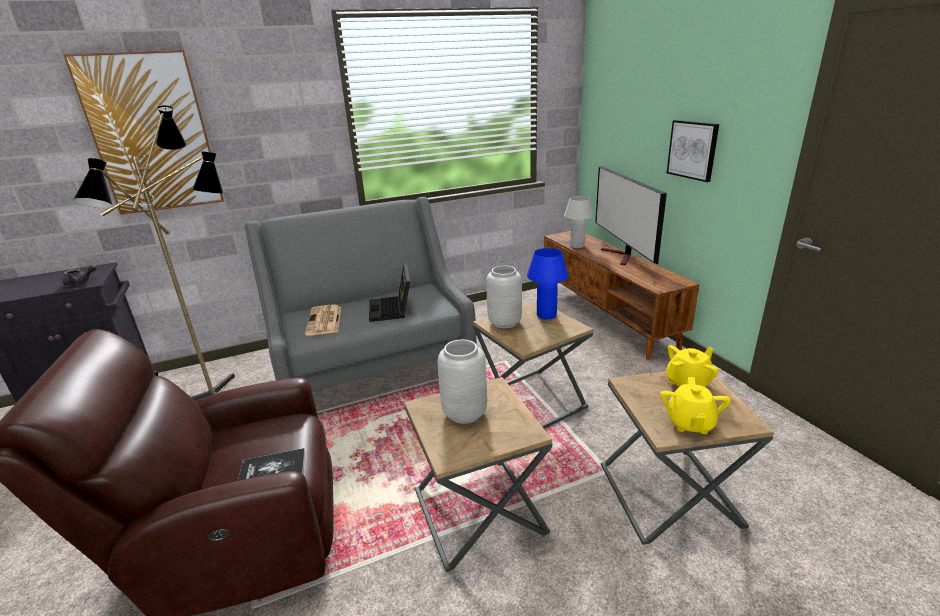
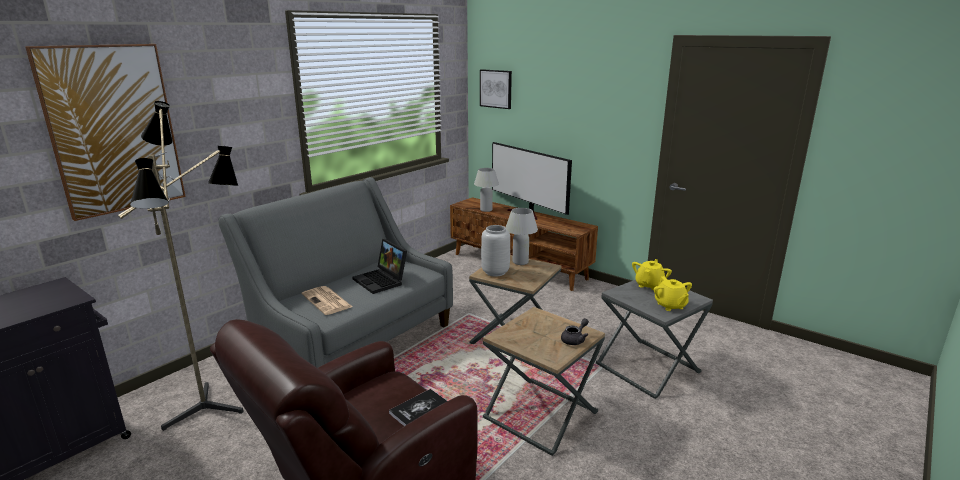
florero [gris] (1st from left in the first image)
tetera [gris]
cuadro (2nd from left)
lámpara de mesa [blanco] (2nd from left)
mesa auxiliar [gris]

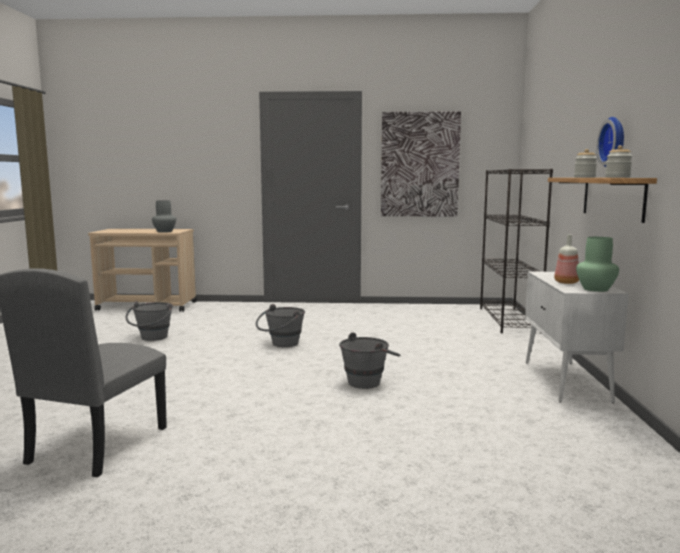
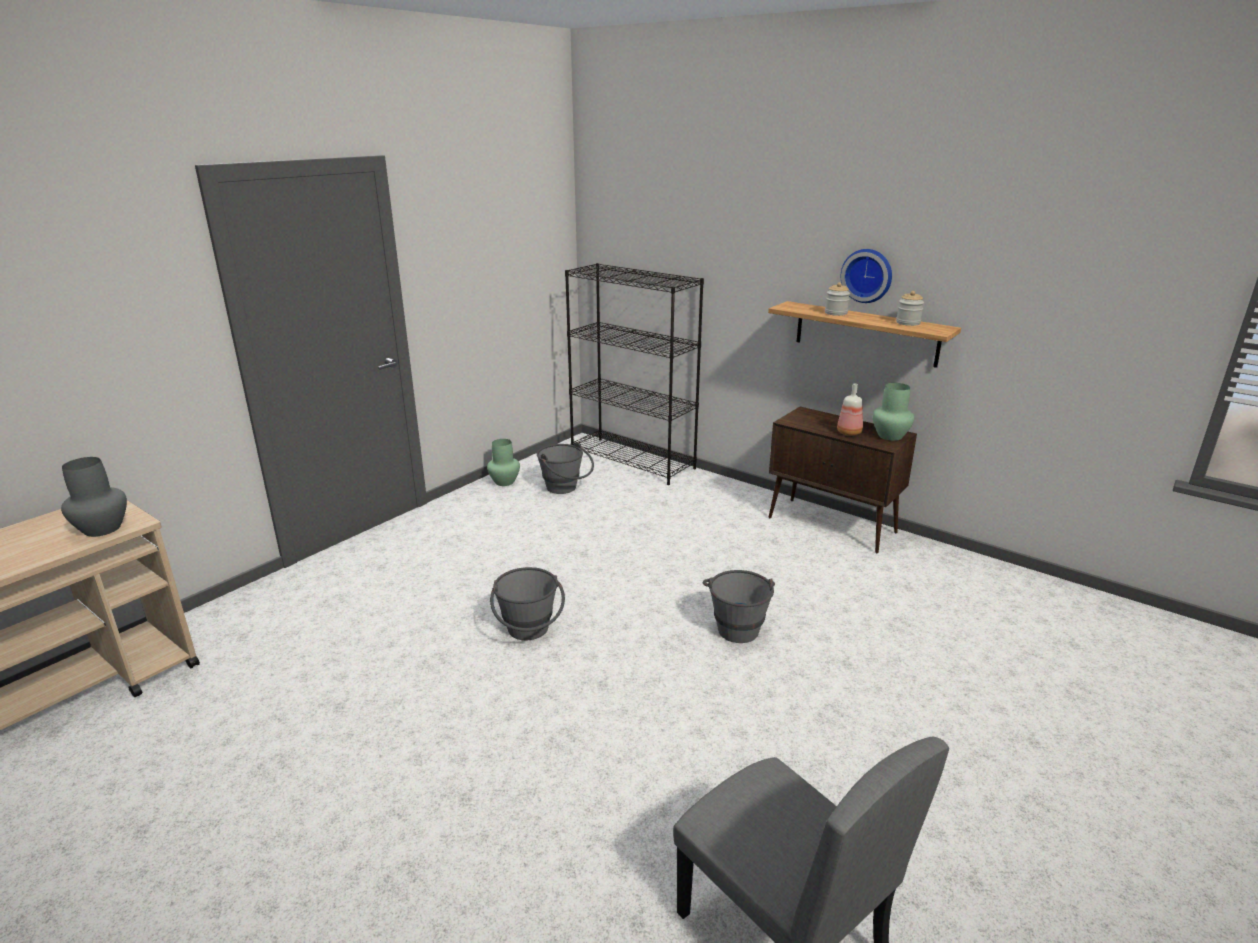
cuadro
florero [verde] (1st from left)
cubo [gris] (2nd from left)
armario [marrón]

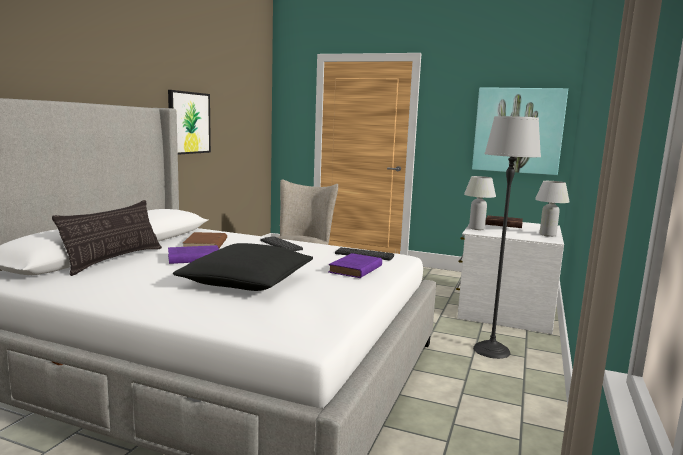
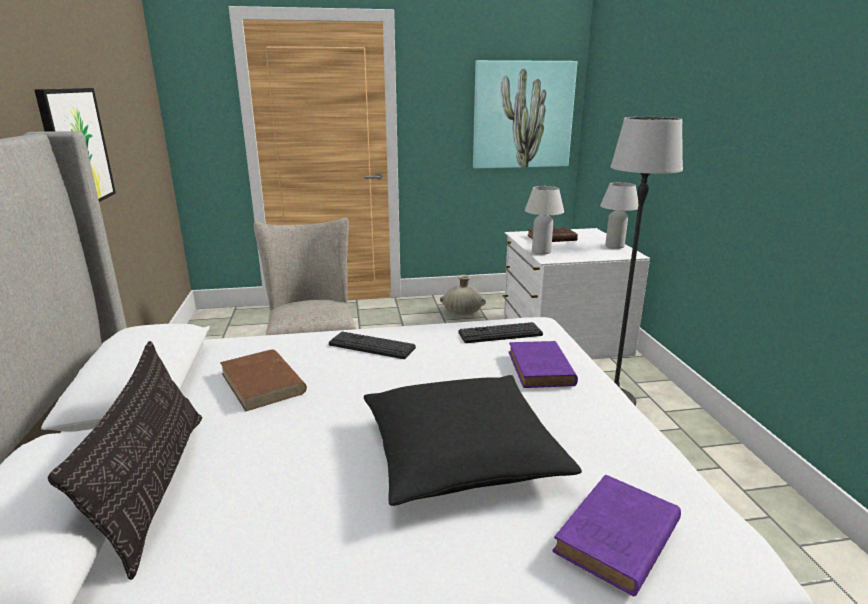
florero [beis]
libro [morado] (2nd from left)

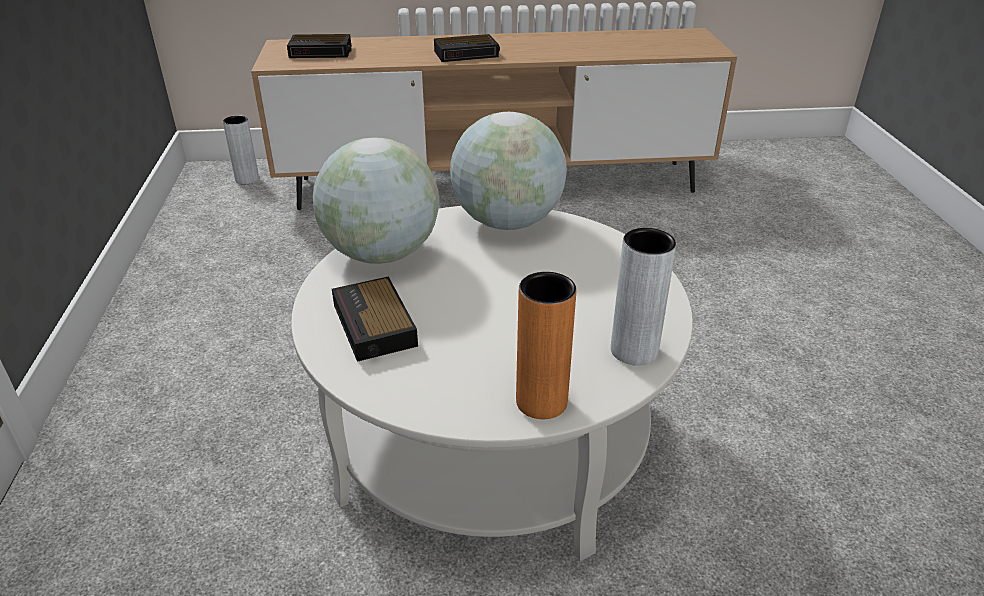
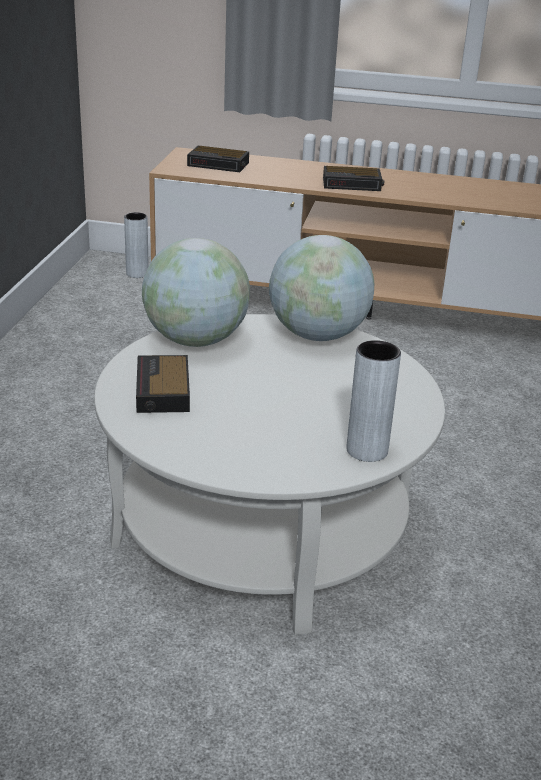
florero [naranja]

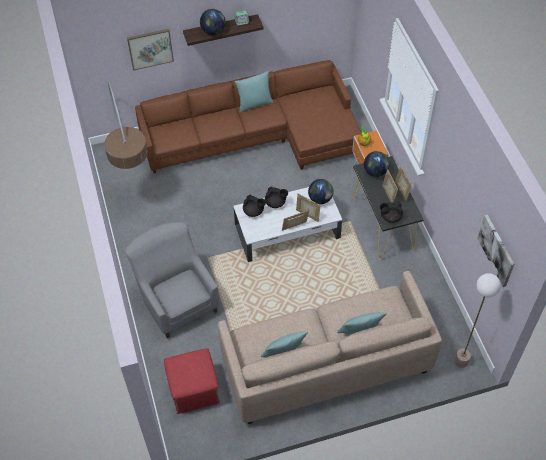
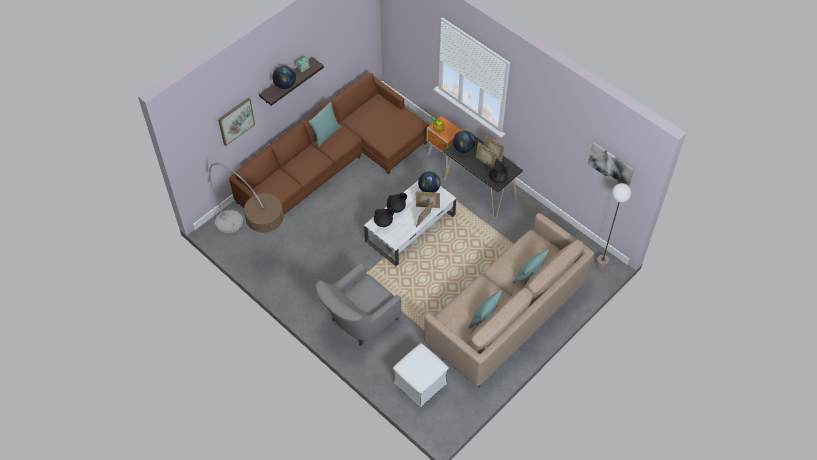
puf [blanco]
sillón [gris]

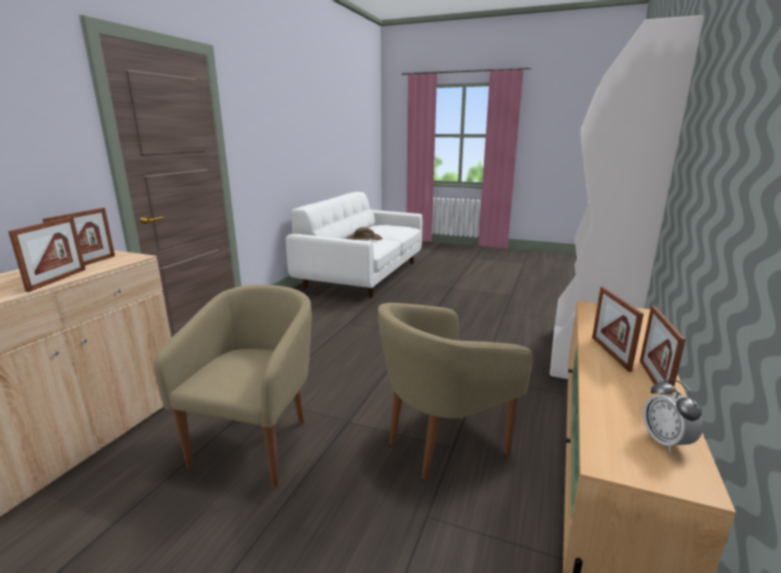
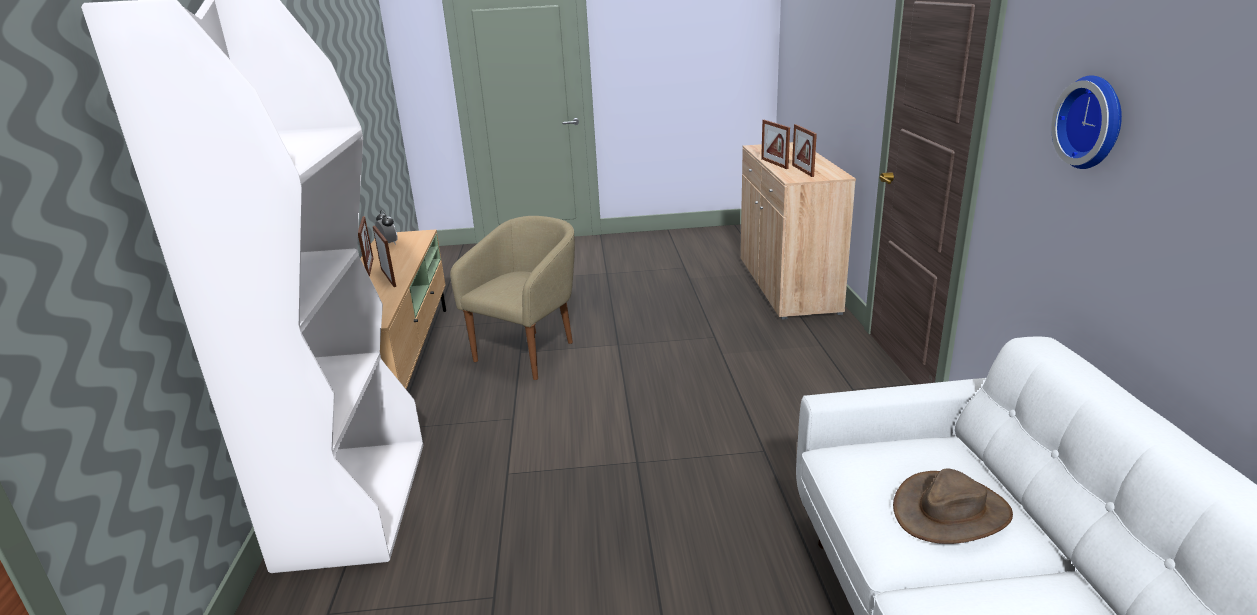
sillón [beis] (1st from left in the first image)
reloj de pared

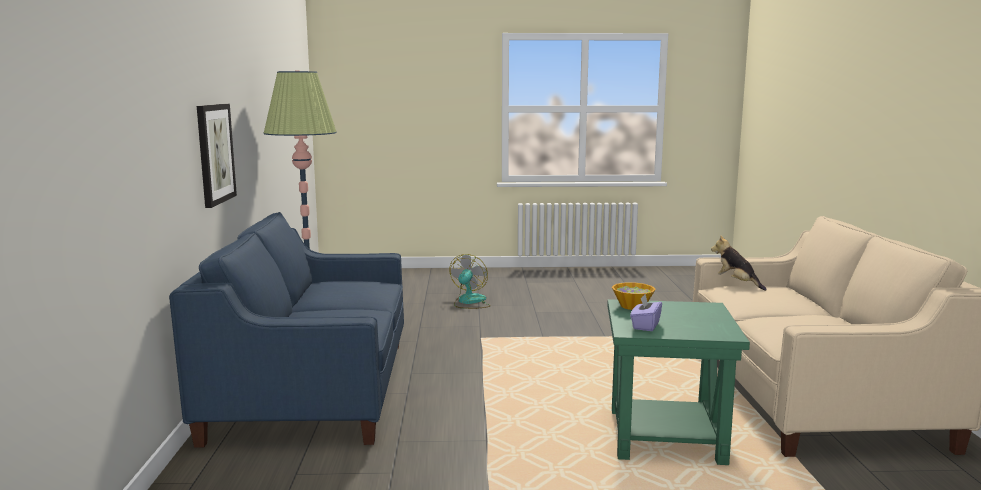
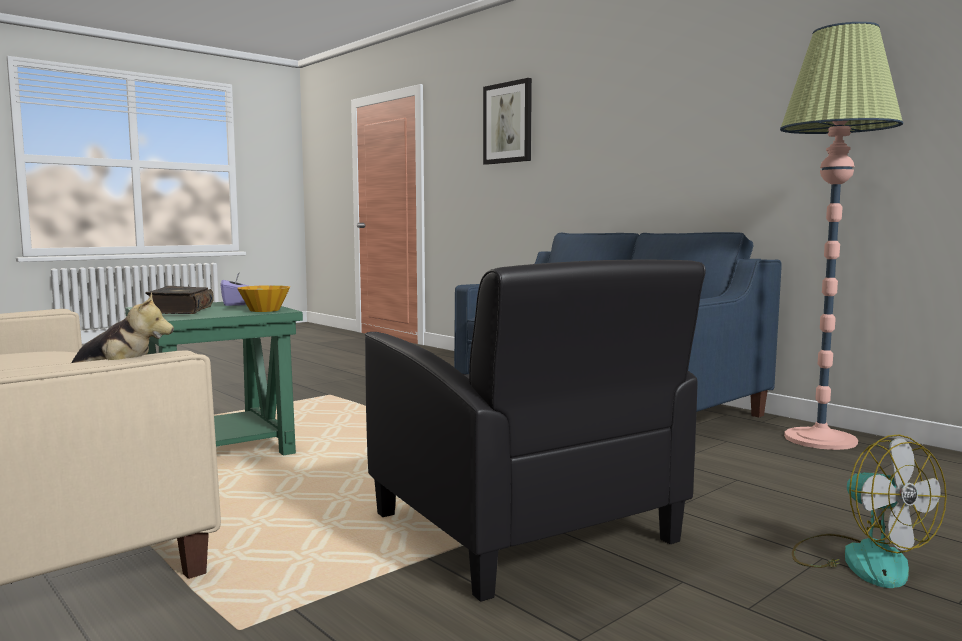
libro
sillón [negro]
cuadro

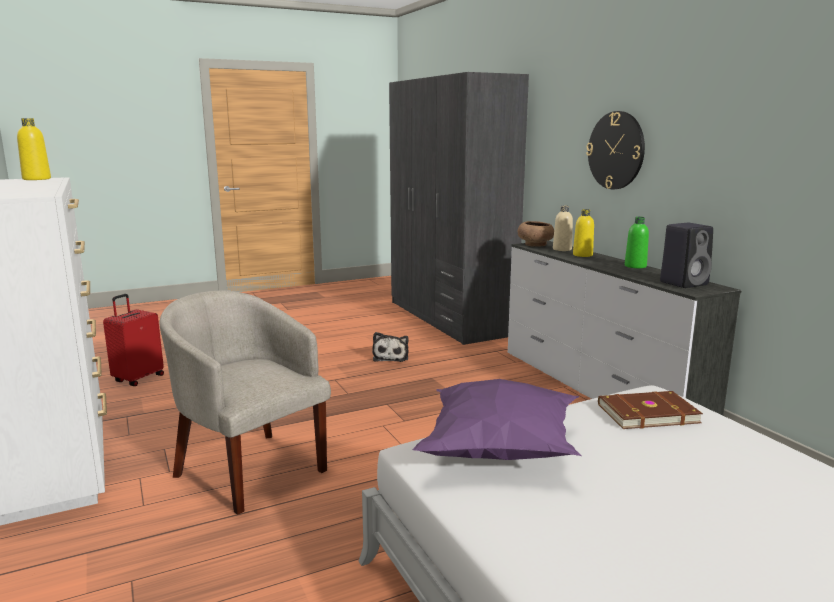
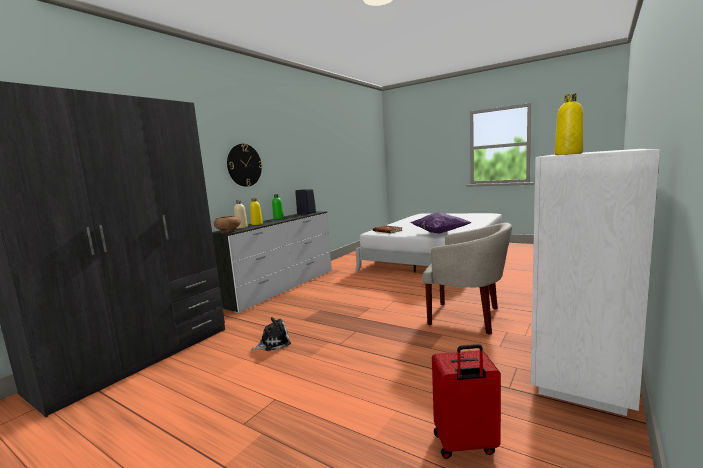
sillón [beis]

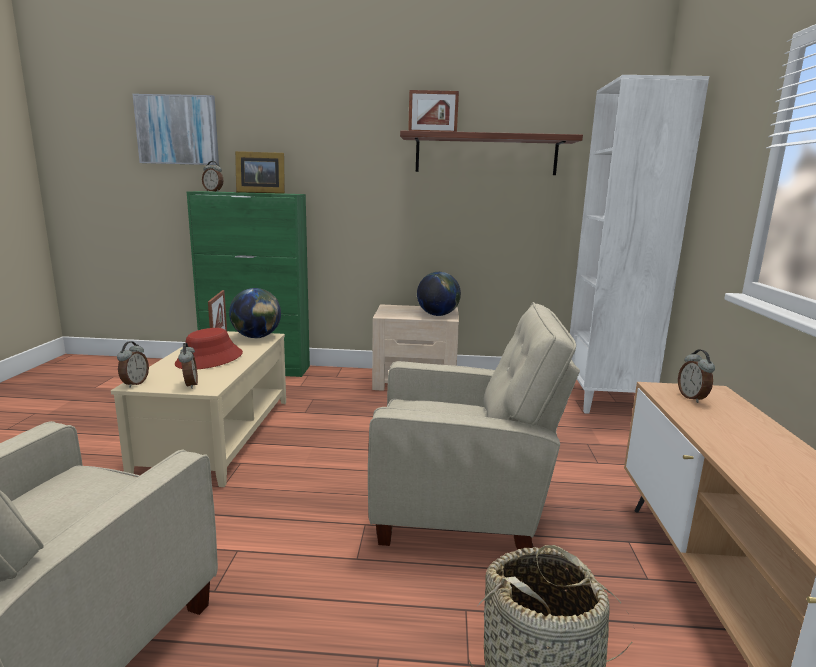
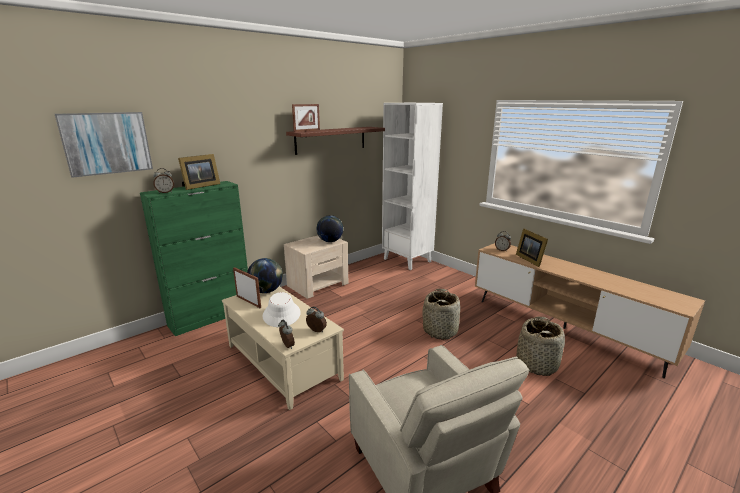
portarretratos (4th from left)
cesta (1st from left)
sombrero [blanco]

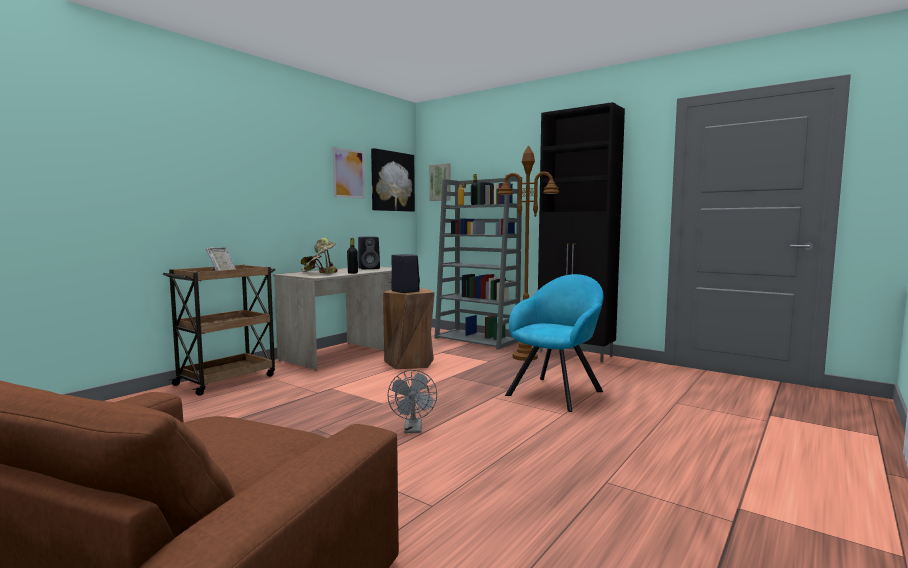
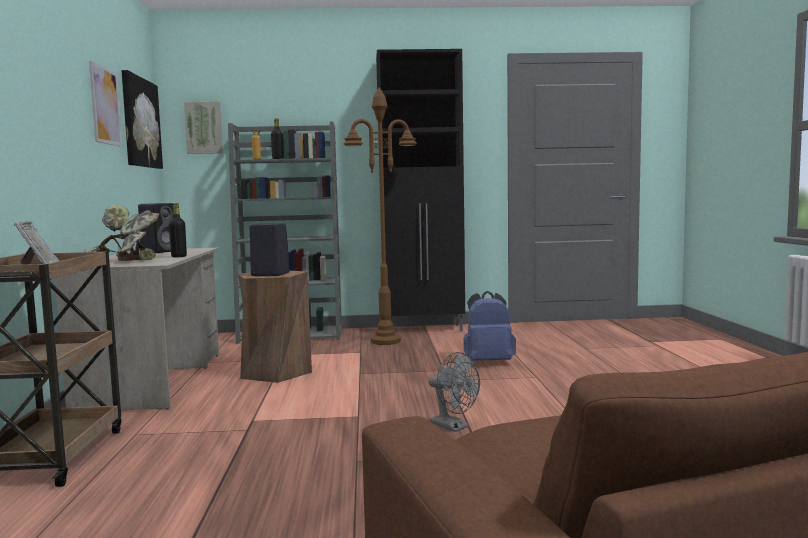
mochila [azul]

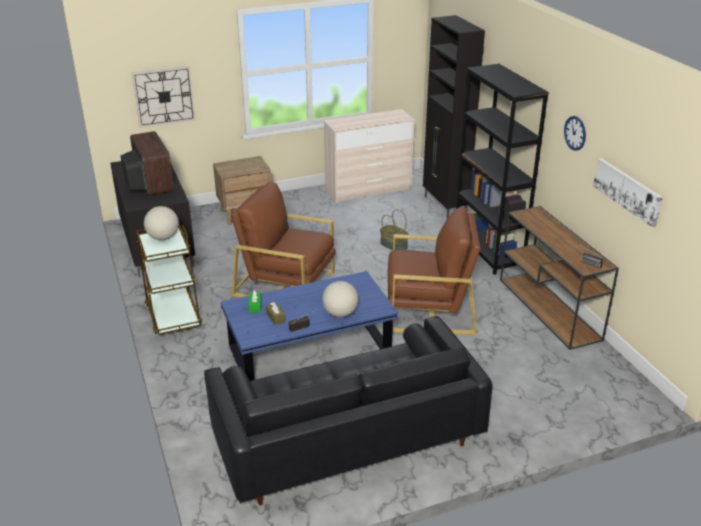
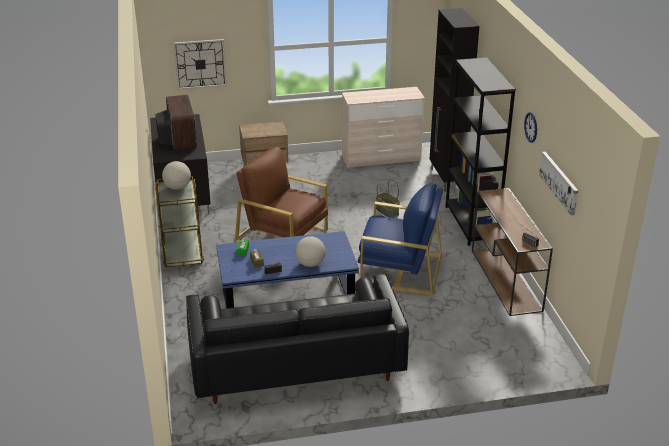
sillón [azul]

